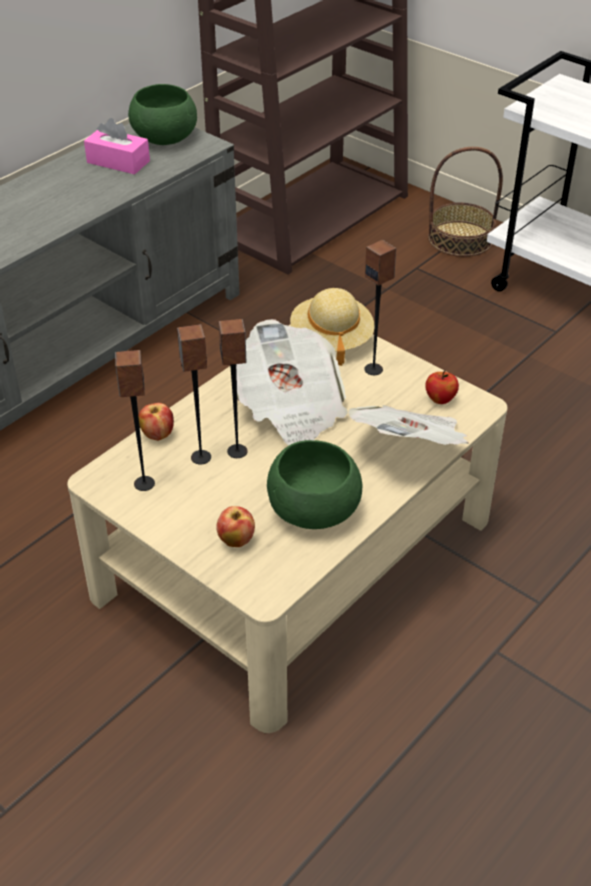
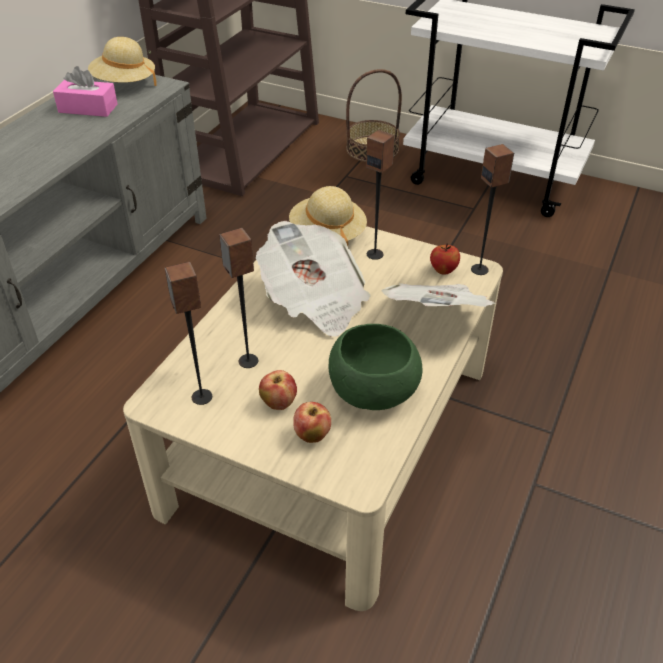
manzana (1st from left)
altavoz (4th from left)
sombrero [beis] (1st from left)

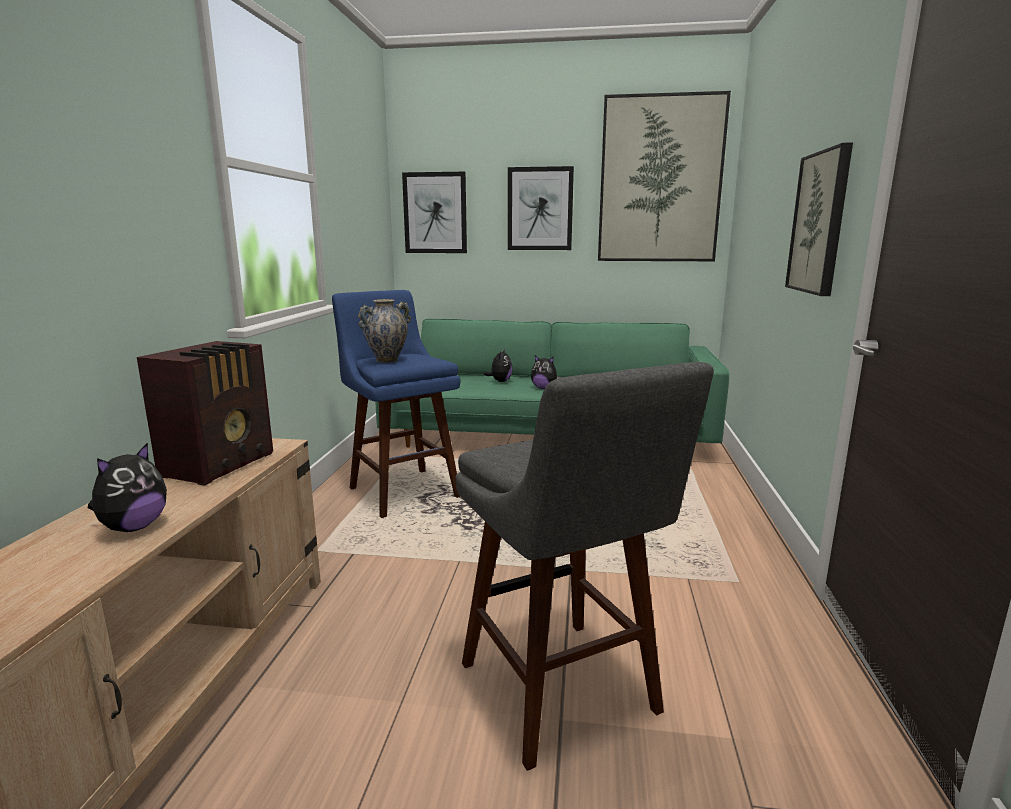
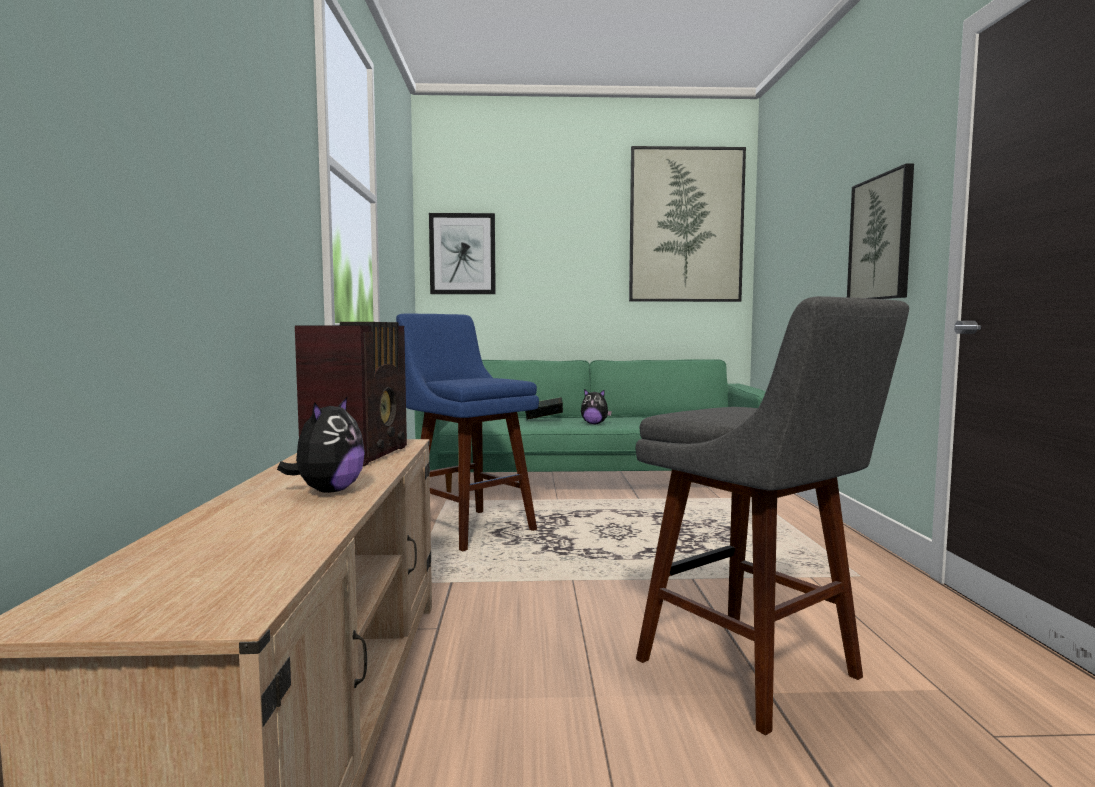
florero
cuadro (2nd from left in the first image)
libro

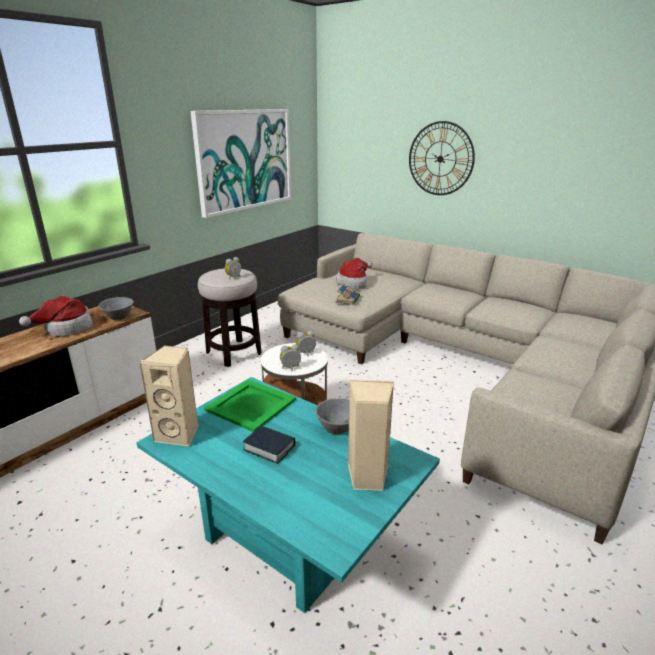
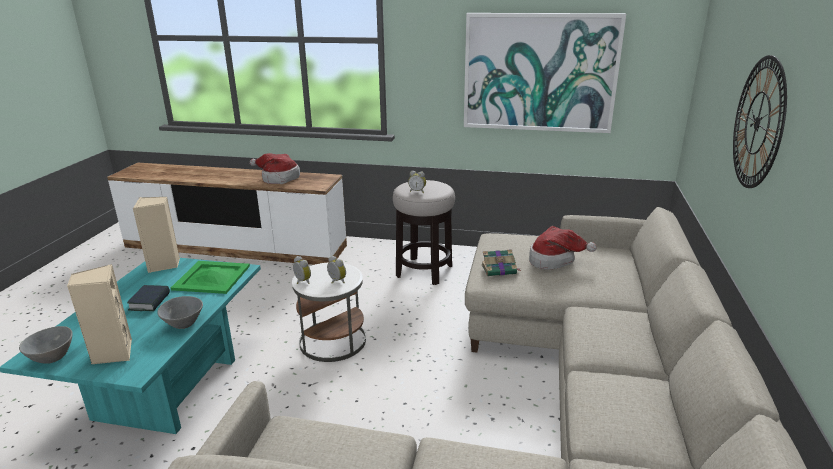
cuenco [gris] (1st from left)

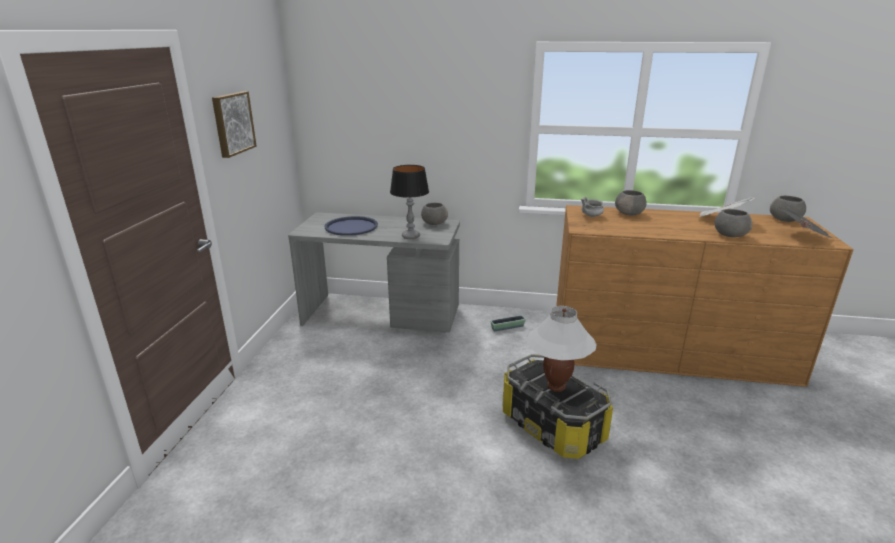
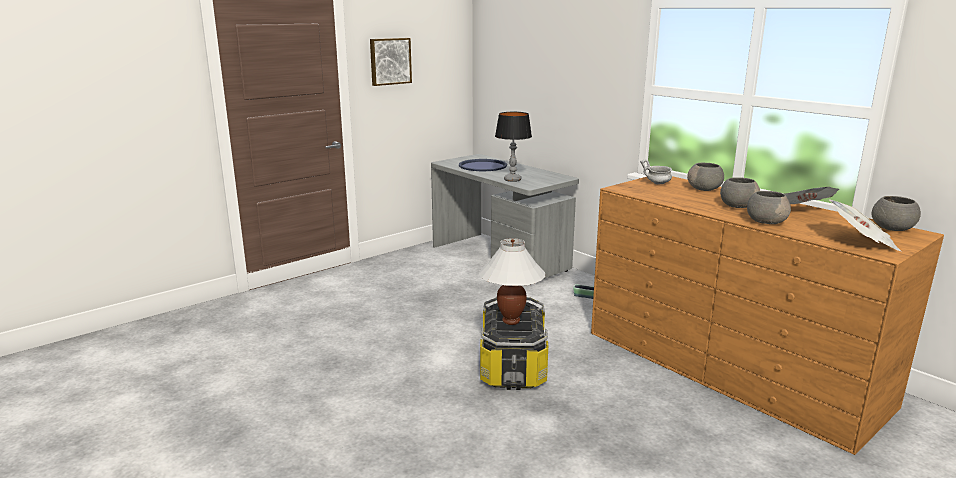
cuenco [gris] (3rd from left)

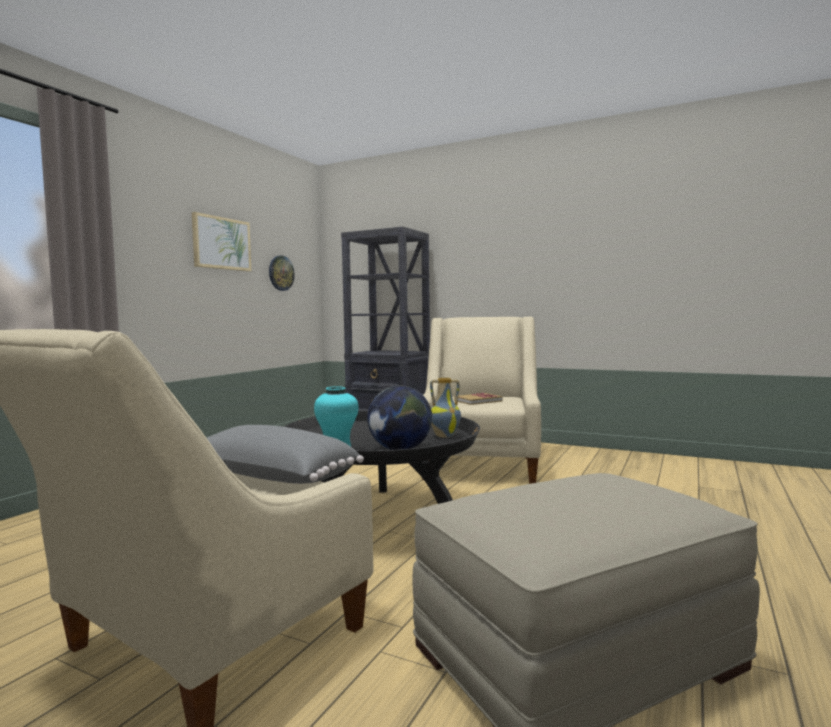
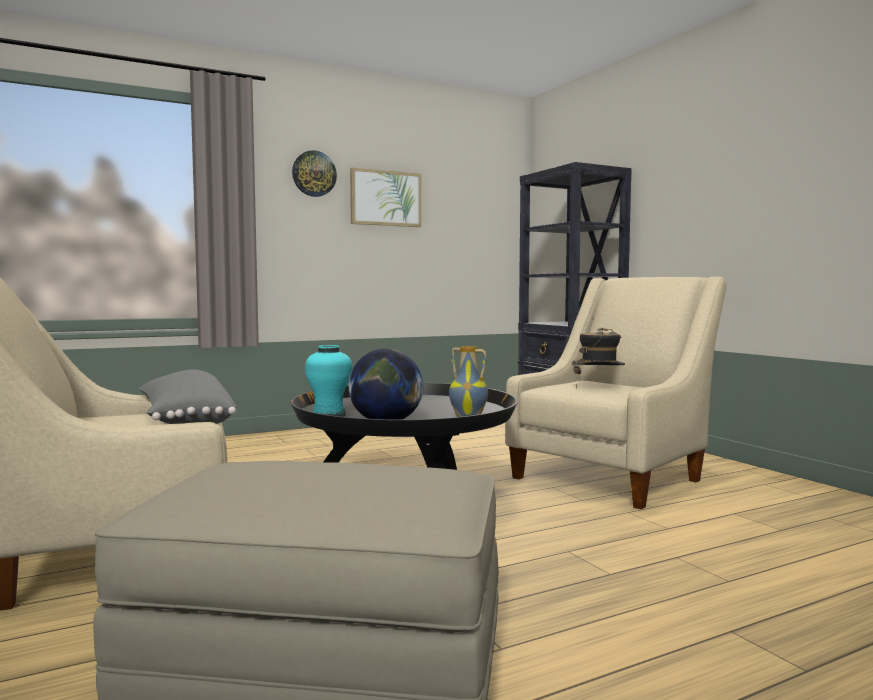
reloj de pared
sombrero

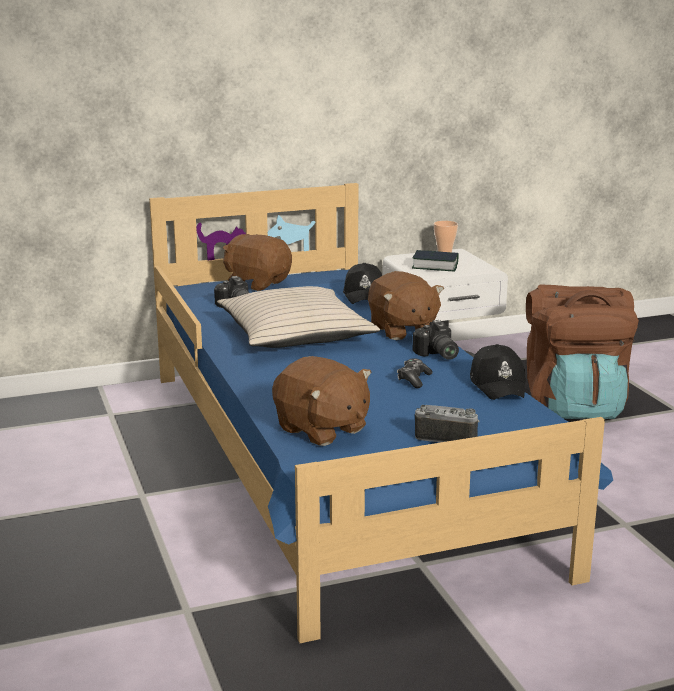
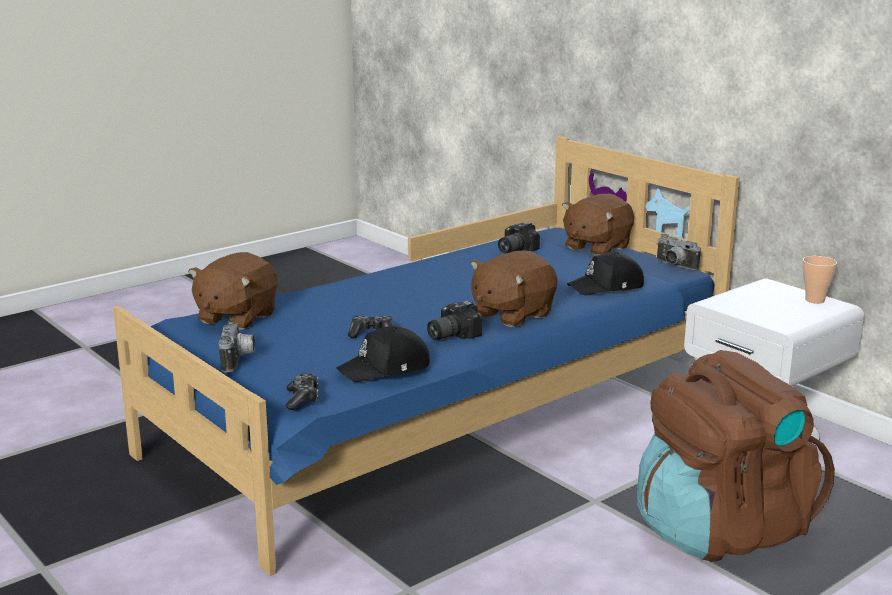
cojín [beis]
libro
mando de consola (1st from left)
cámara (4th from left)
peluche [marrón] (3rd from left)

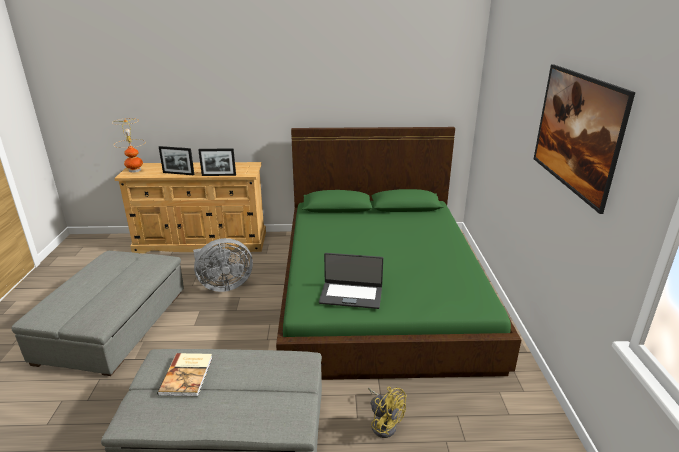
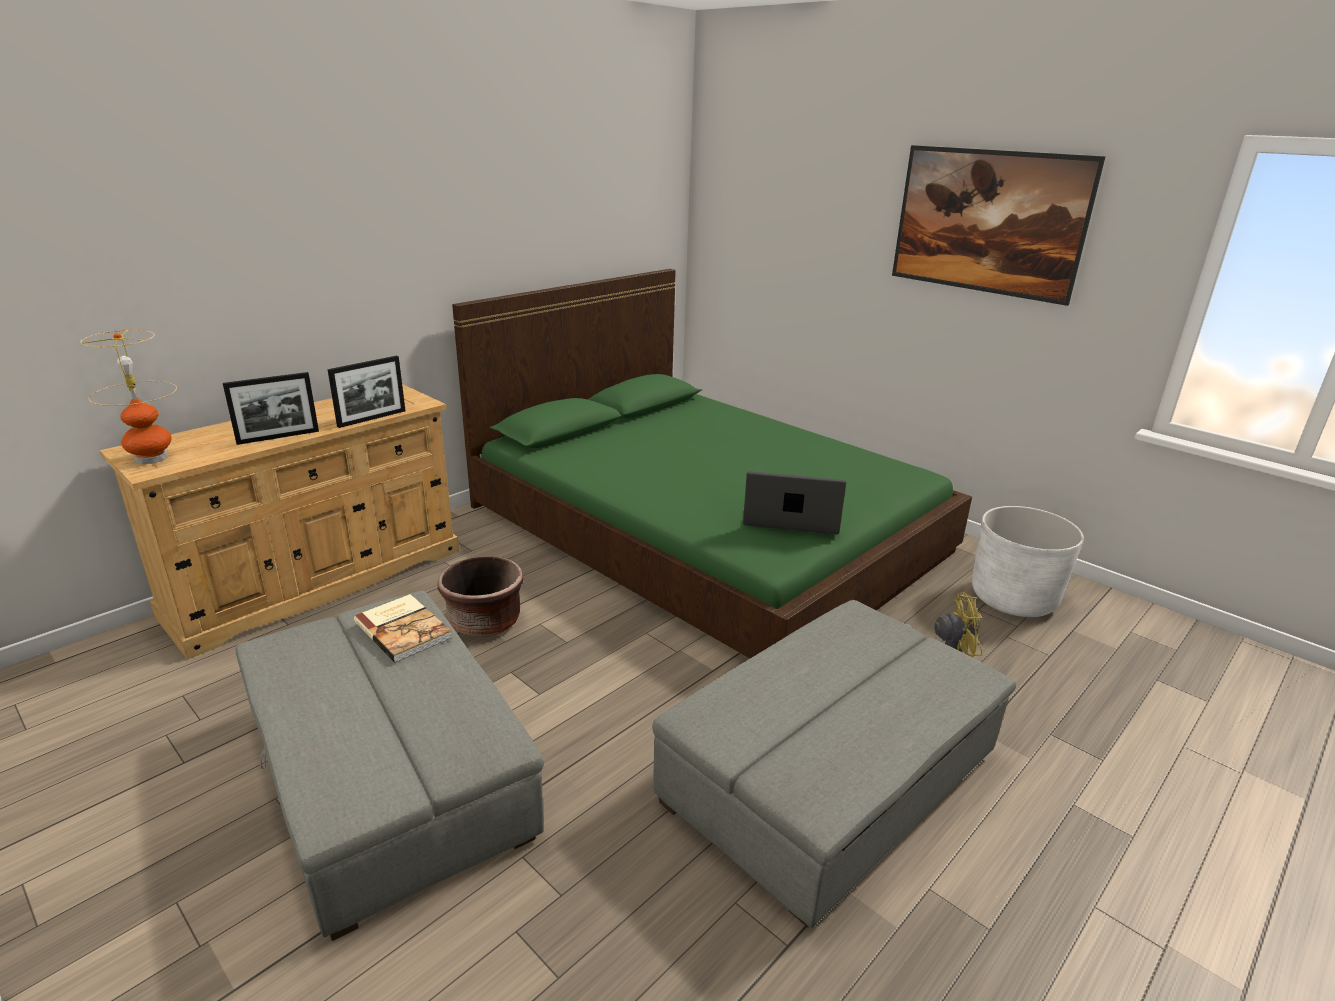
maceta [blanco]
libro
maceta [marrón]
portátil

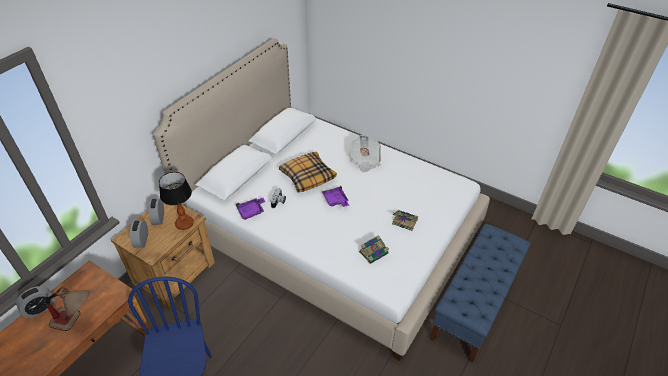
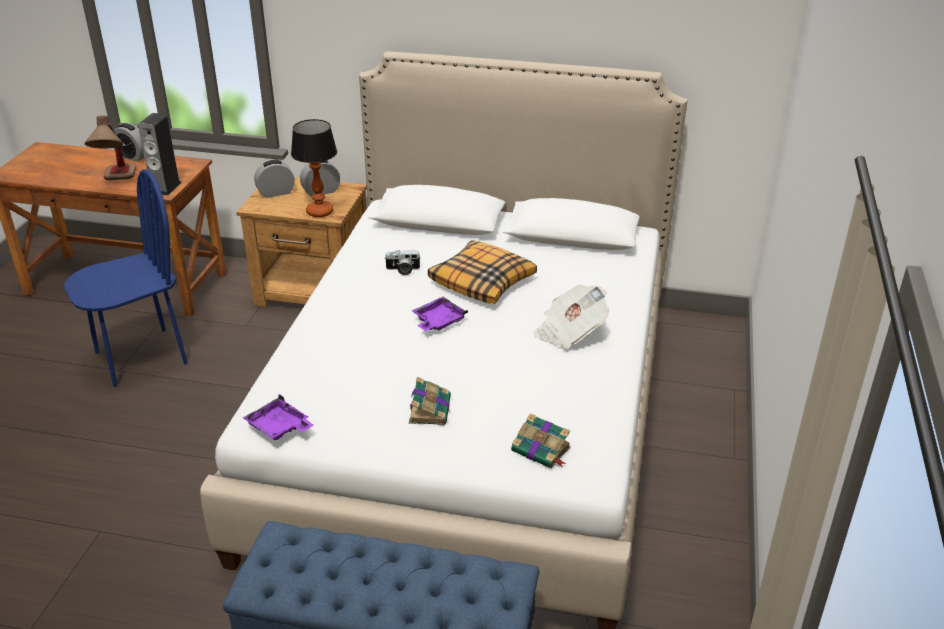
altavoz
bandeja [morado] (1st from left)
libro (2nd from left)

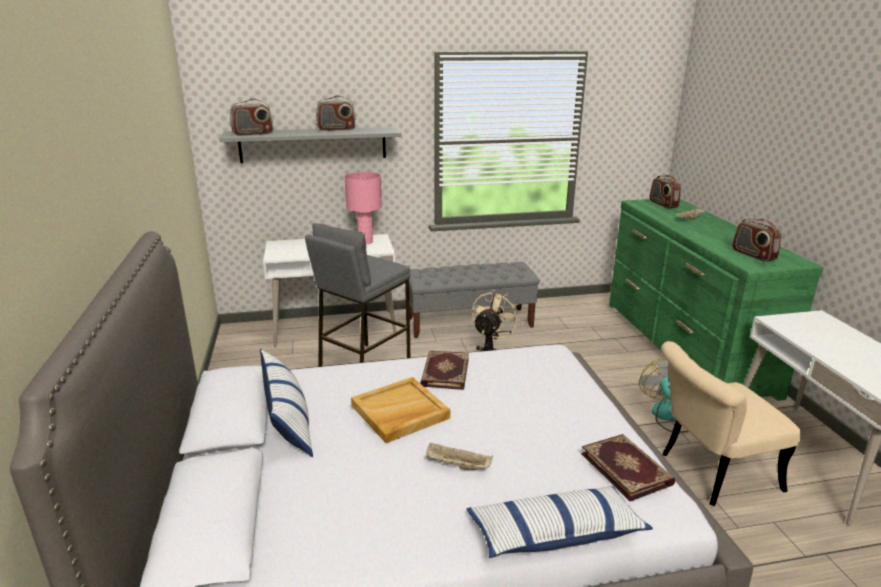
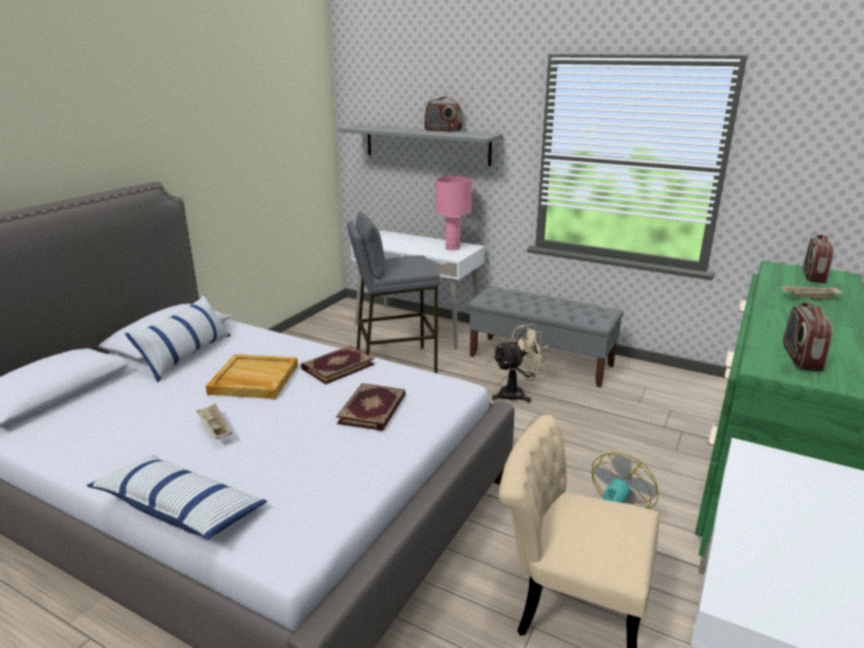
radio (1st from left in the first image)
libro (2nd from left)

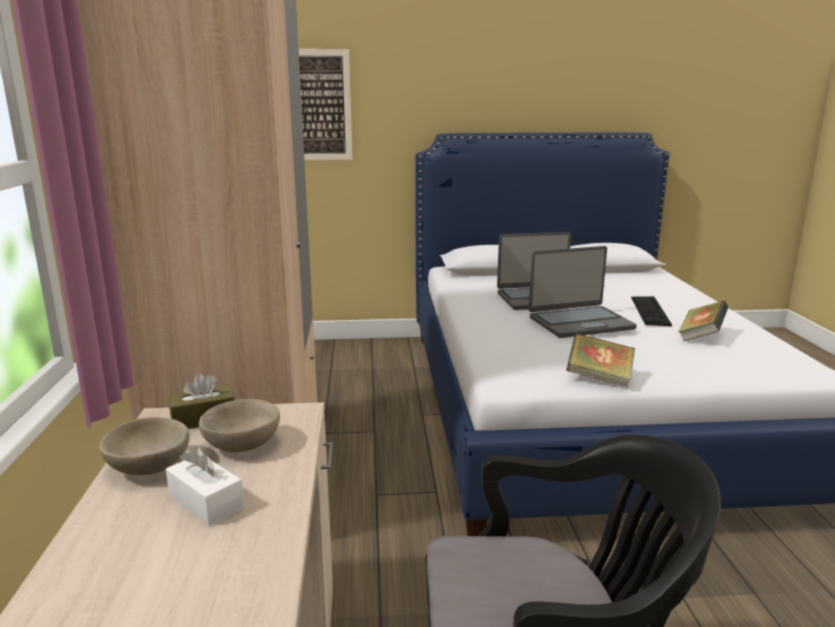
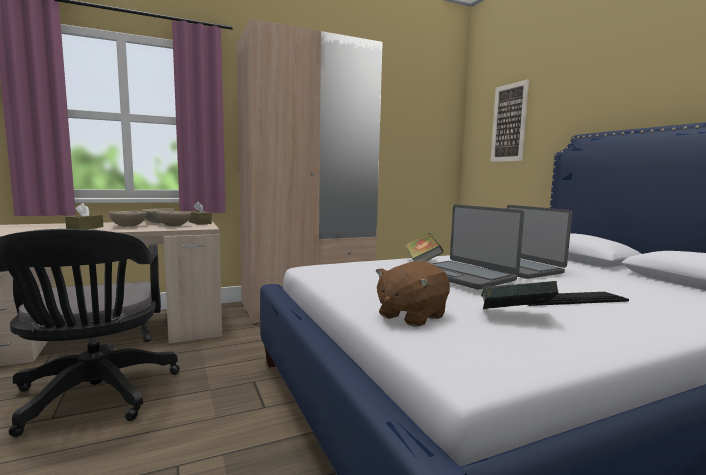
caja de pañuelos [marrón] (1st from left)
peluche [marrón]
libro (1st from left)
cuenco [beis] (1st from left)

